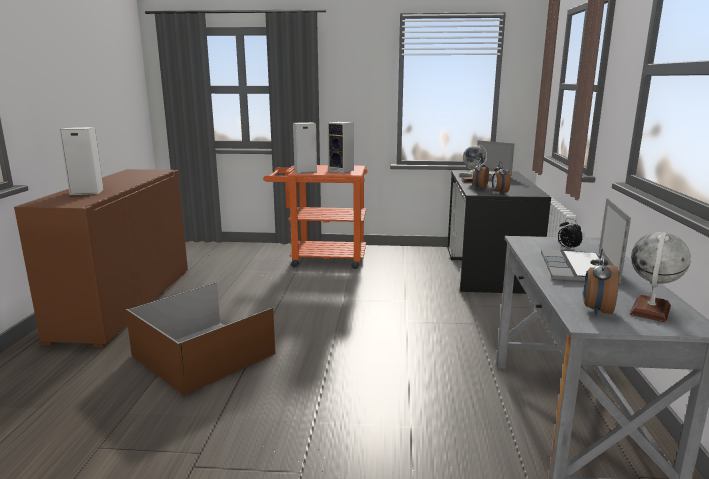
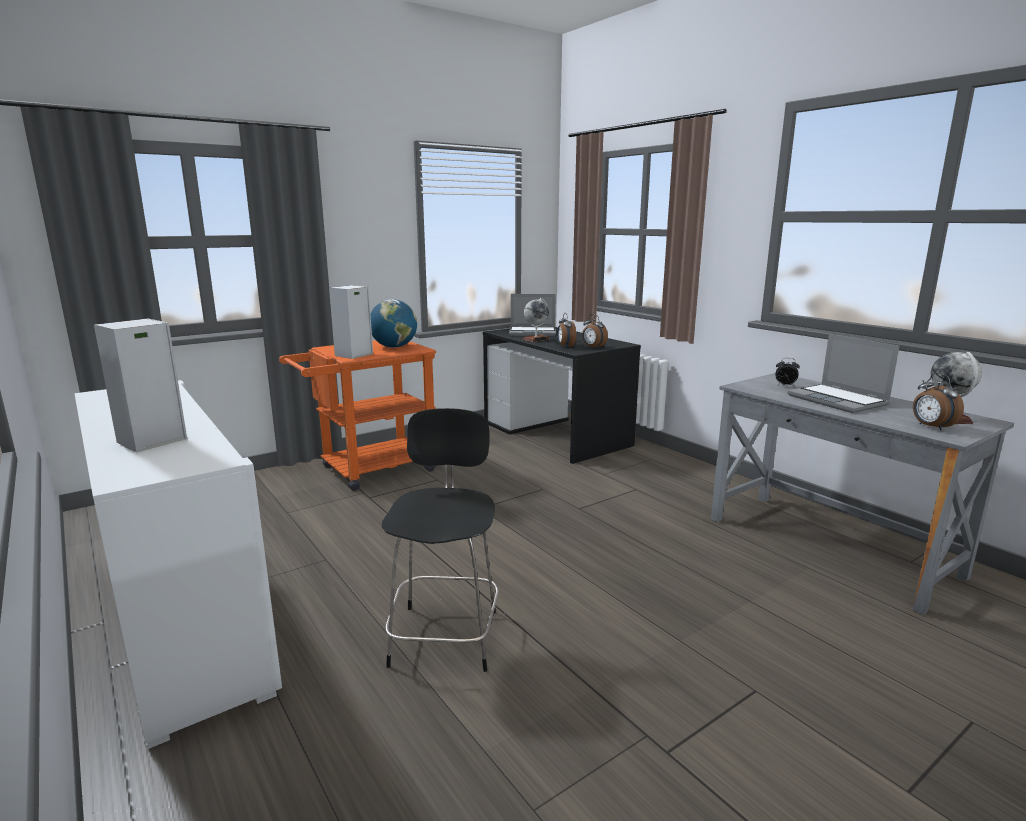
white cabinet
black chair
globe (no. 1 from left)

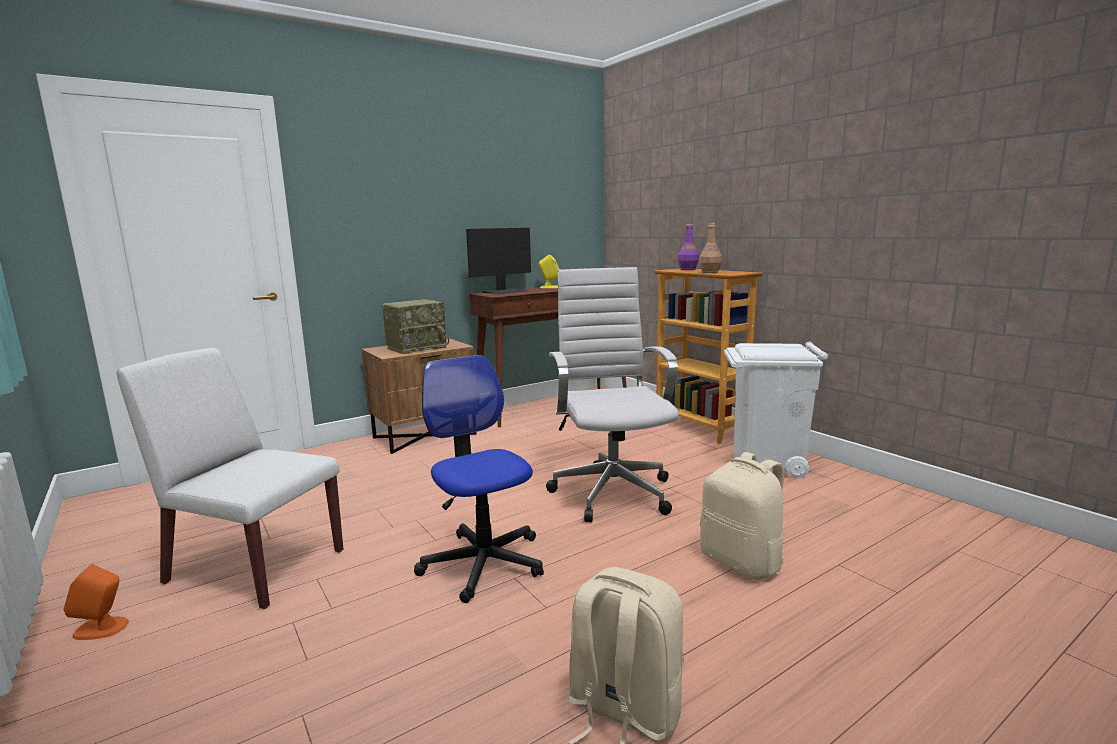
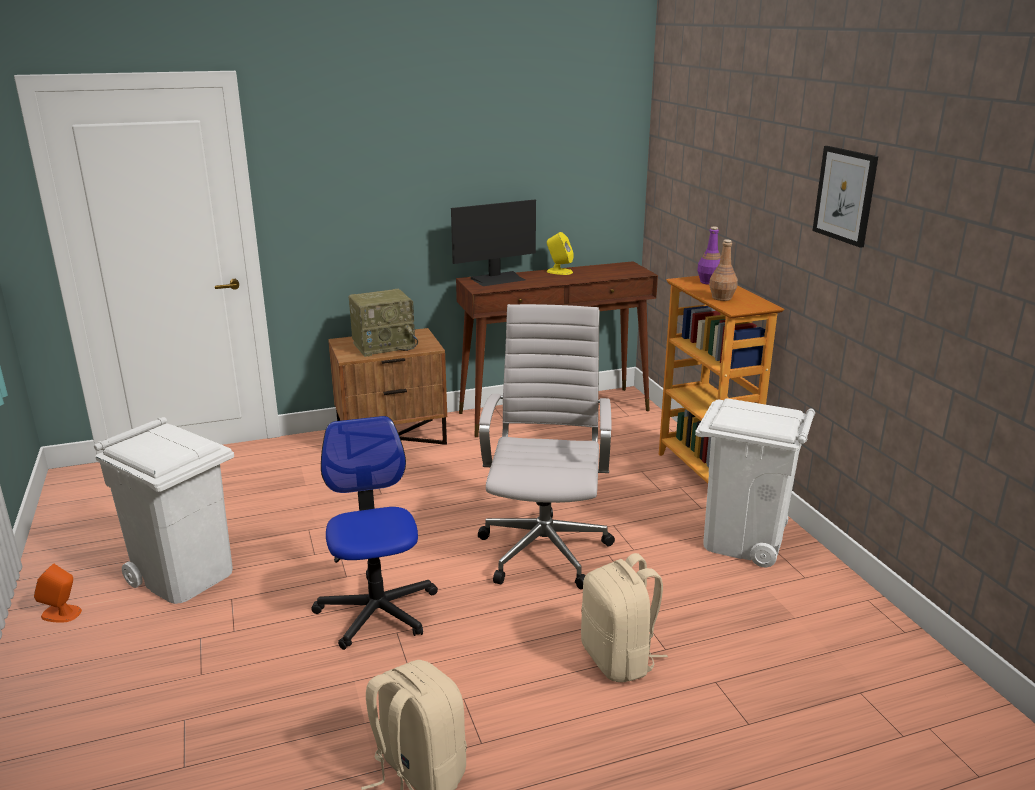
white trash can (no. 1 from left)
picture

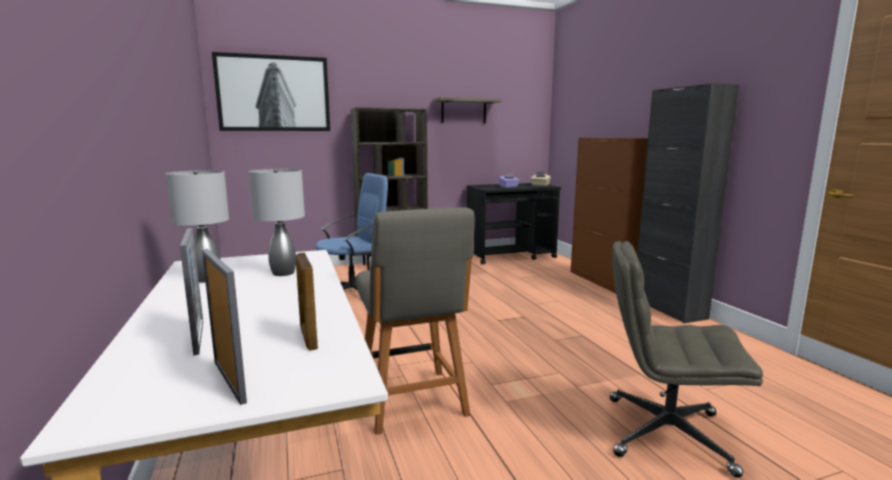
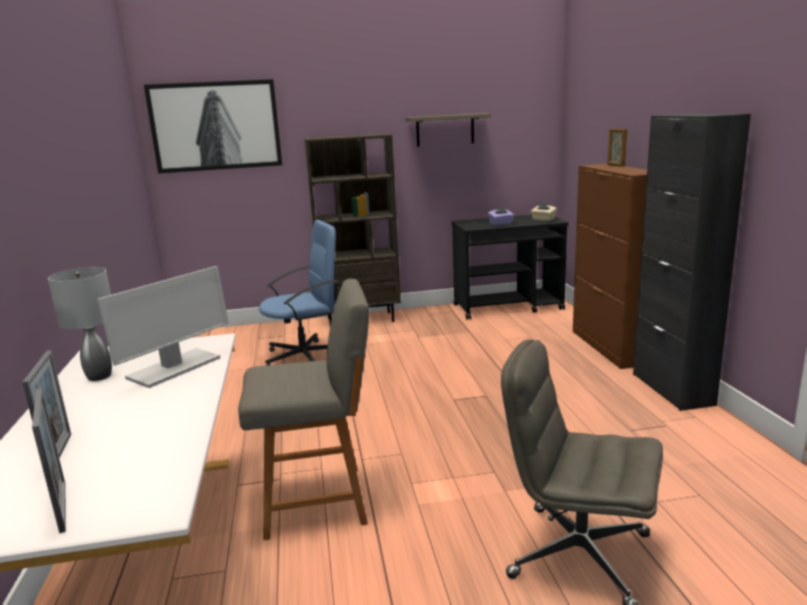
monitor
picture frame (no. 3 from left)
grey chair

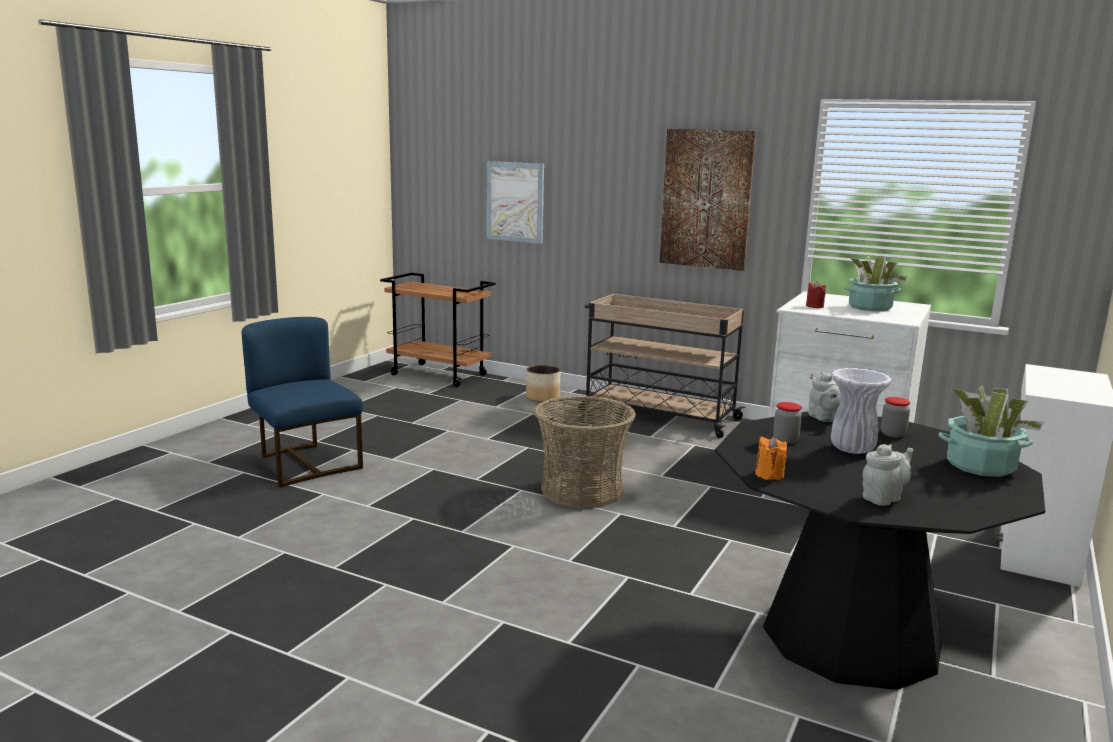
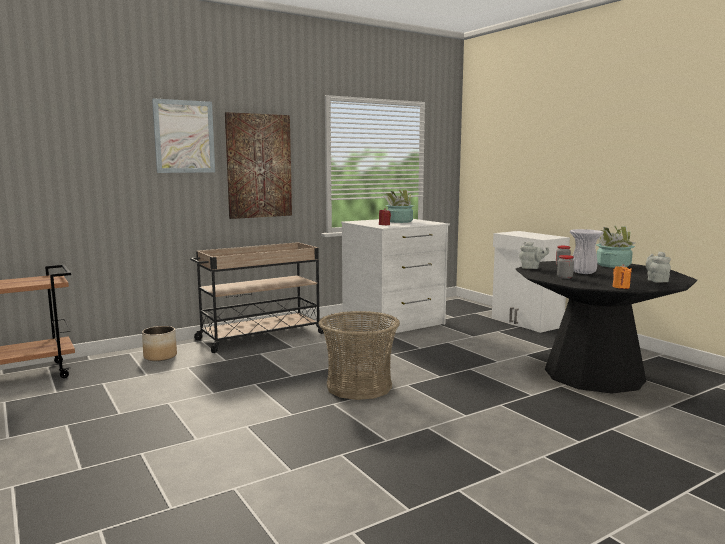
blue chair
picture (no. 1 from left)

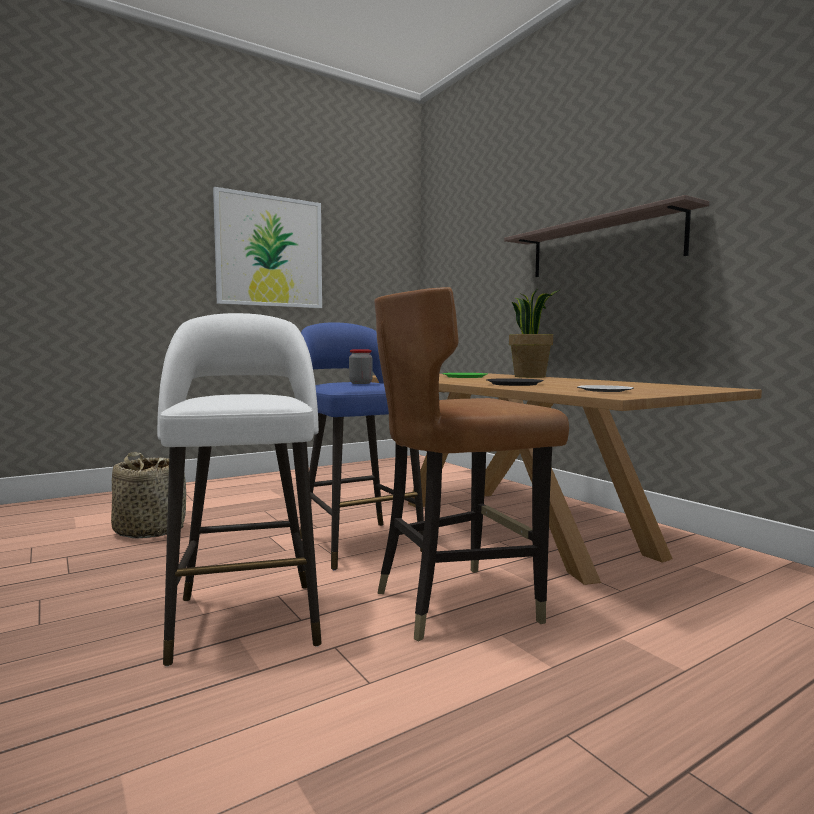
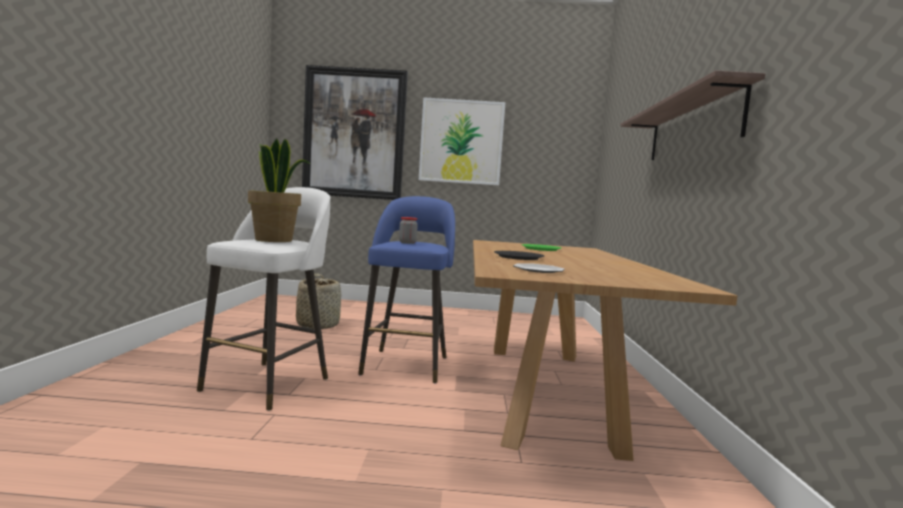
brown chair
potted plant
picture (no. 1 from left)

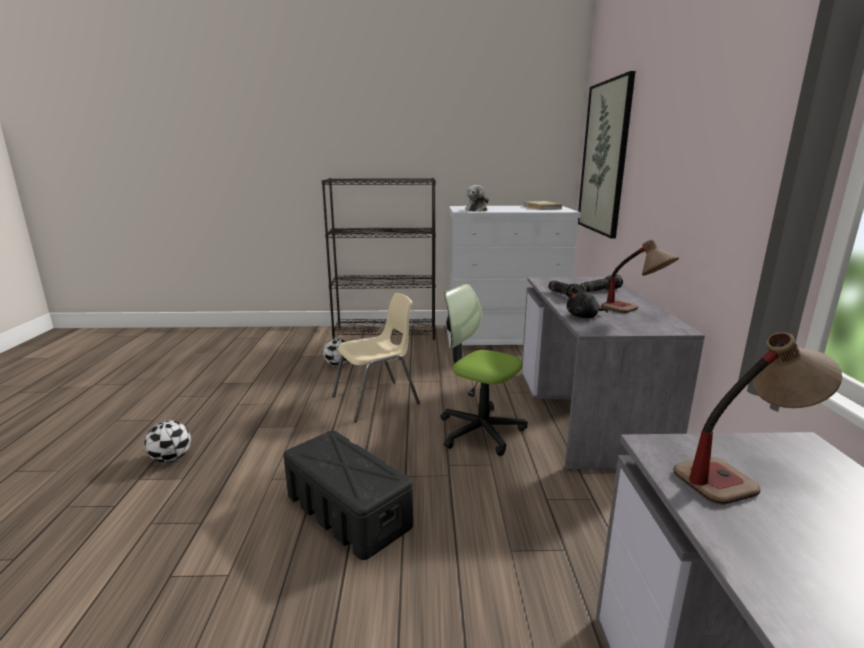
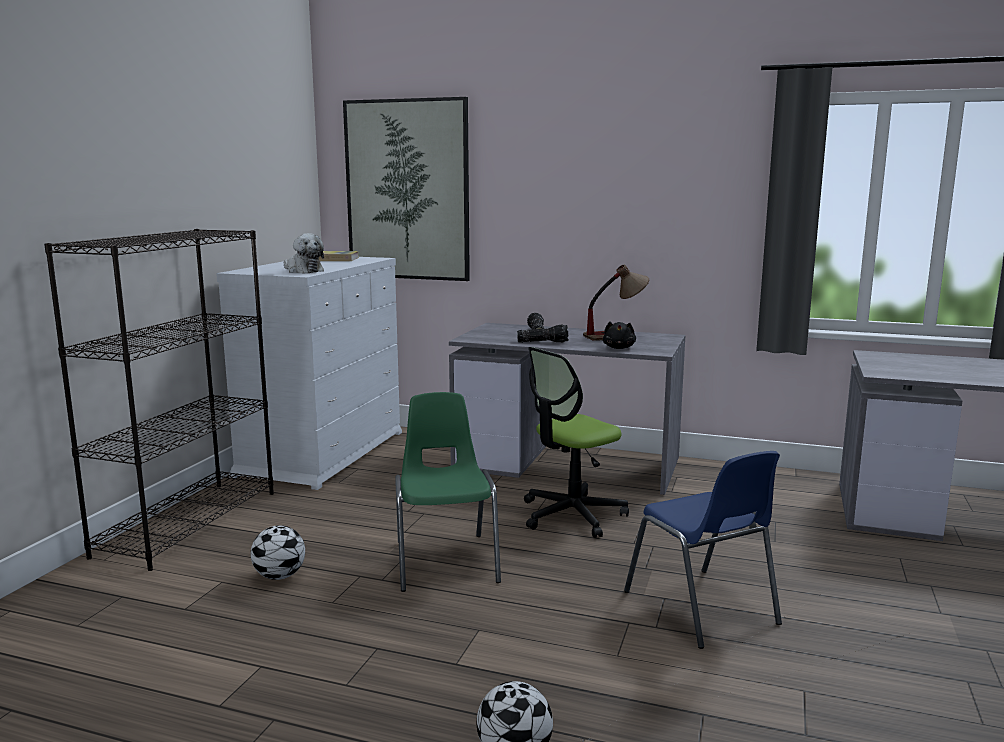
blue chair
green chair
table lamp (no. 2 from left in the first image)

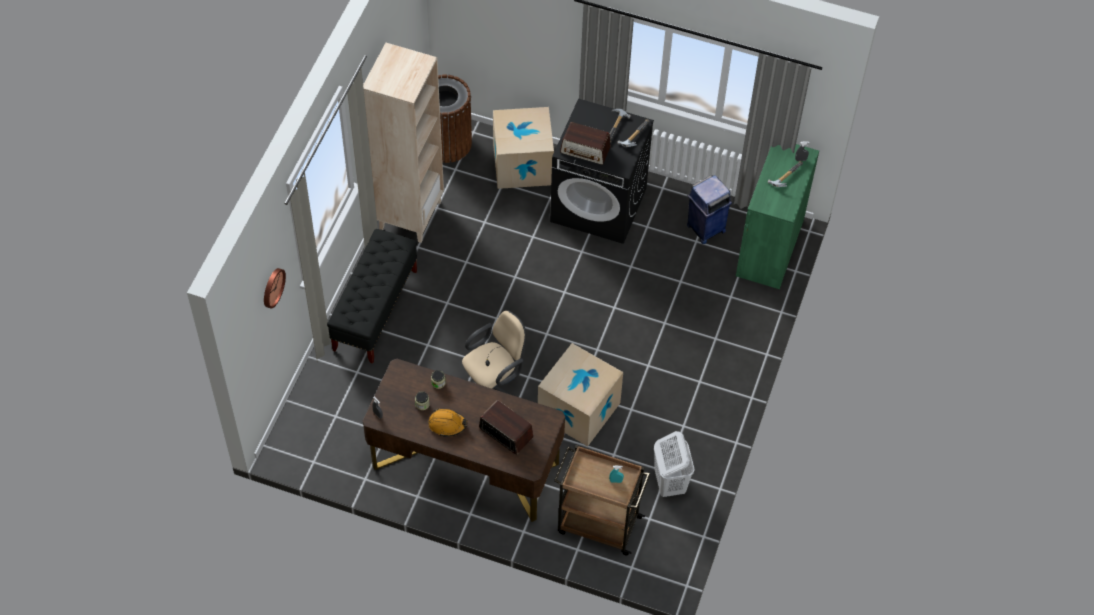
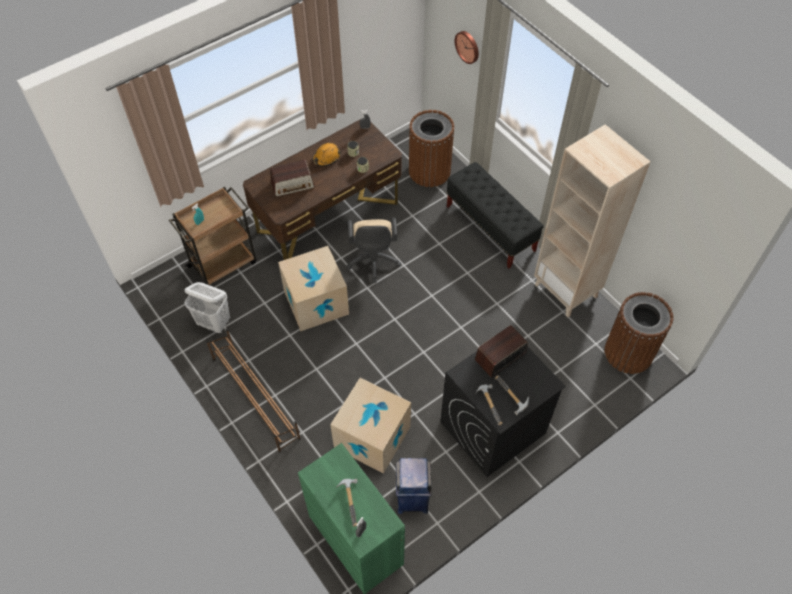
cardboard box (no. 2 from left)
brown shoe rack
brown trash can (no. 1 from left)

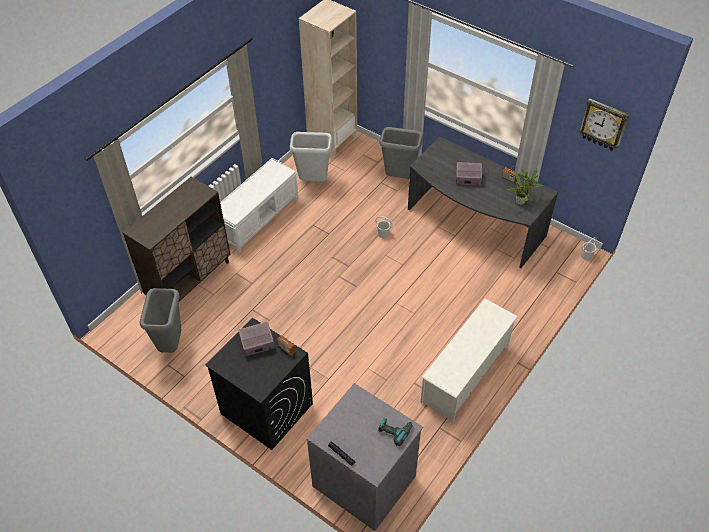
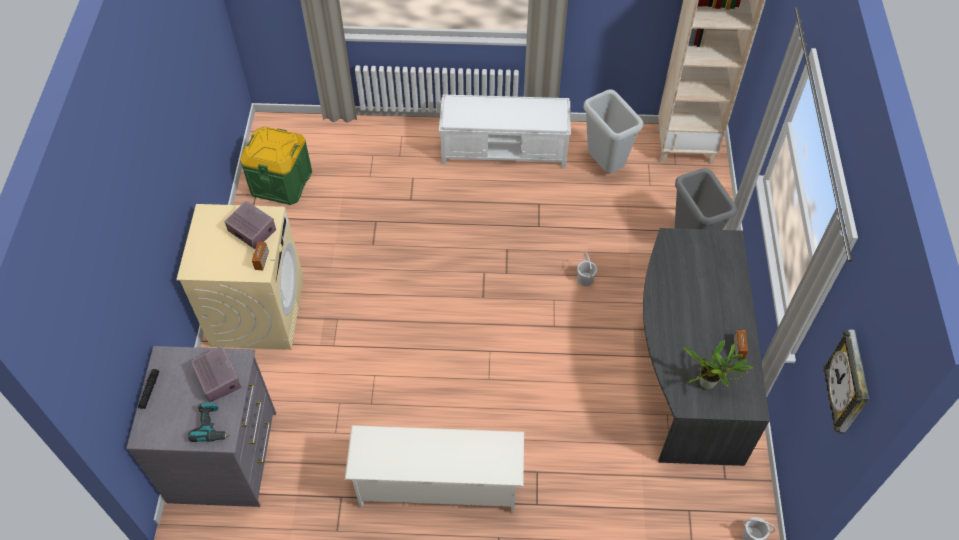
brown cabinet
green storage box
beige washing machine
radio (no. 1 from left)

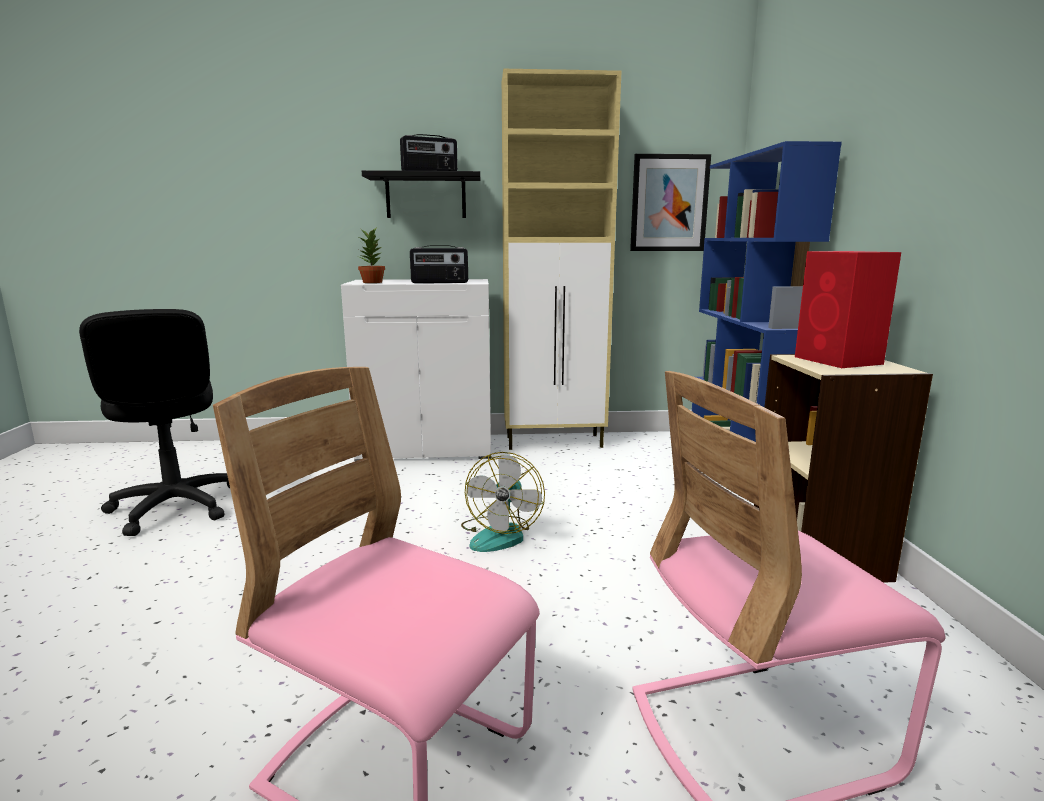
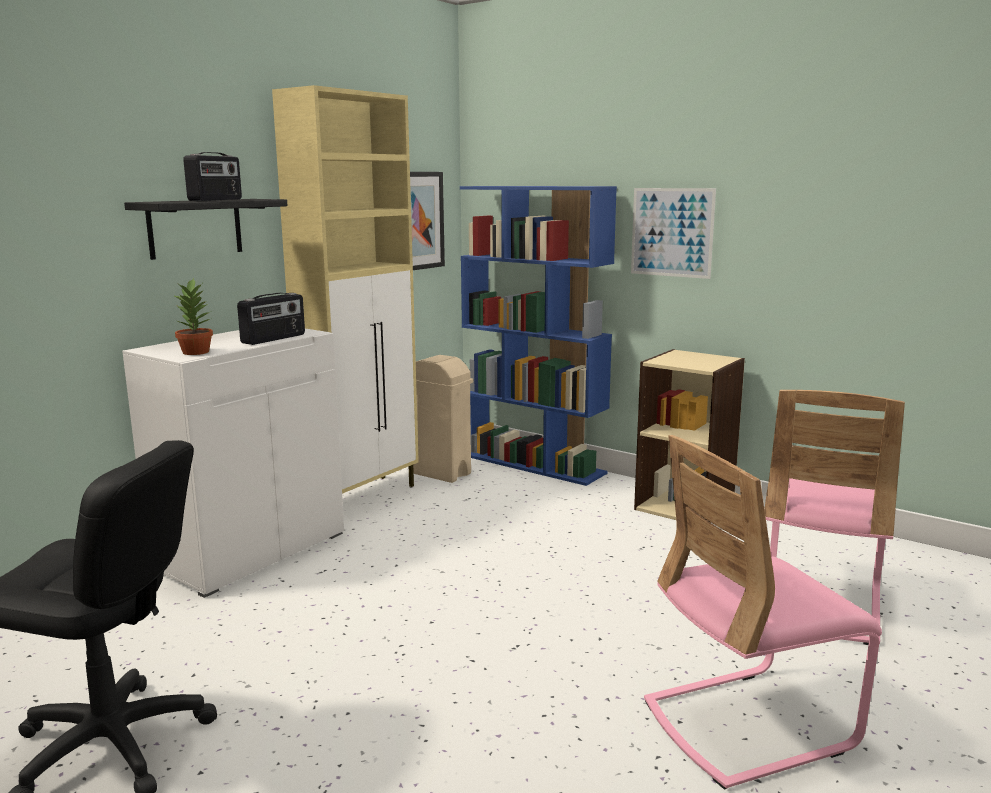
fan
red speaker
beige trash can
picture (no. 2 from left)

